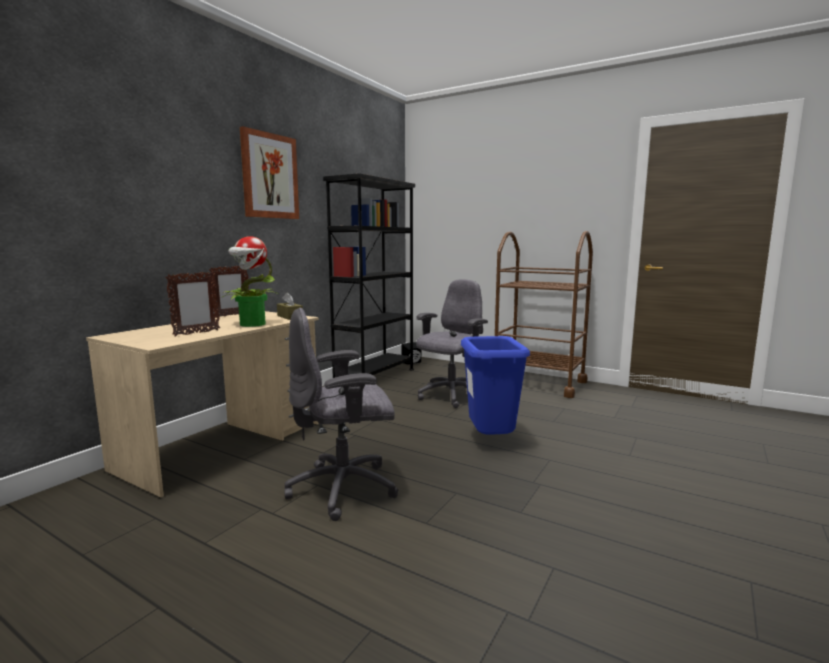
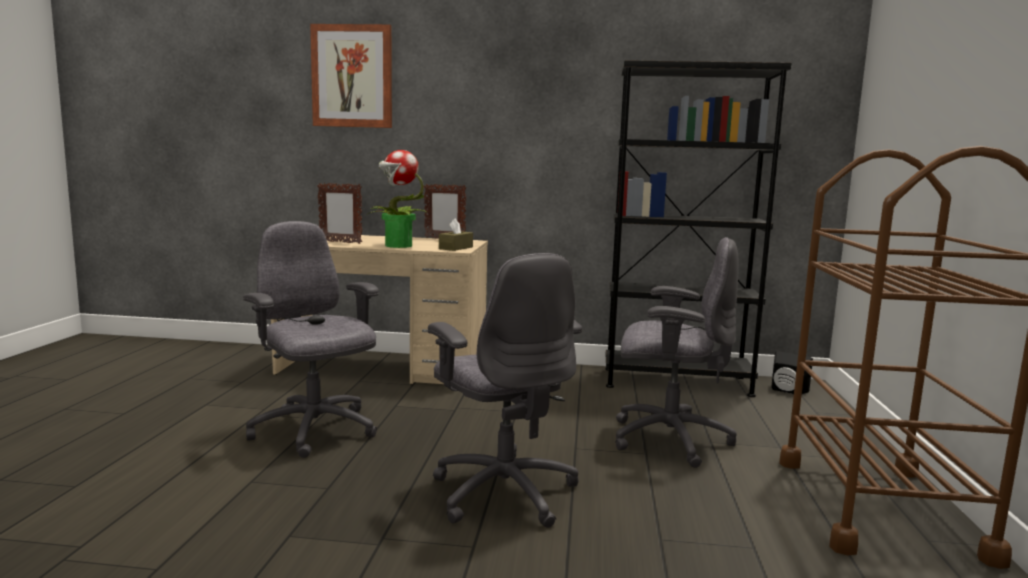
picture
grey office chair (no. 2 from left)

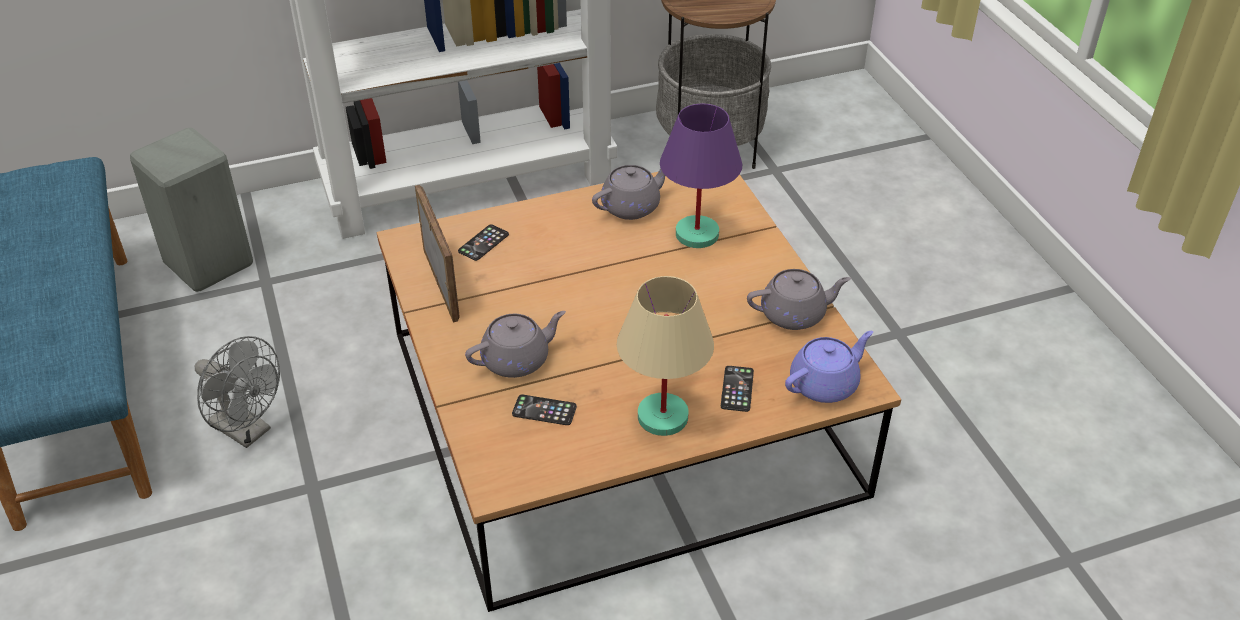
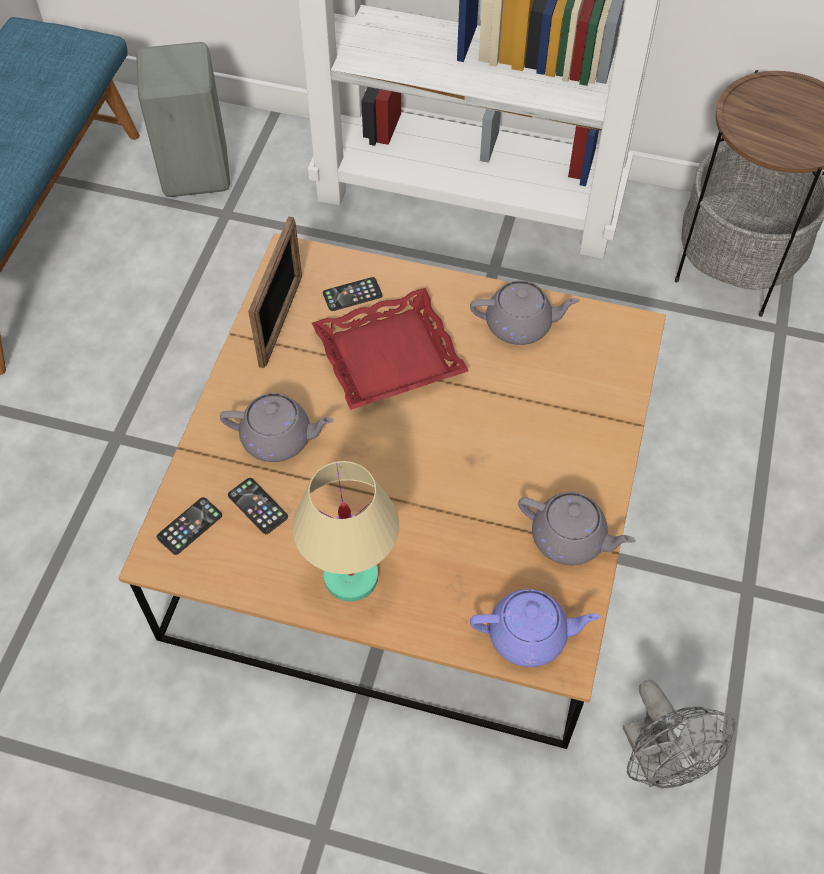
grey fan
purple table lamp
phone (no. 1 from left)
red tray

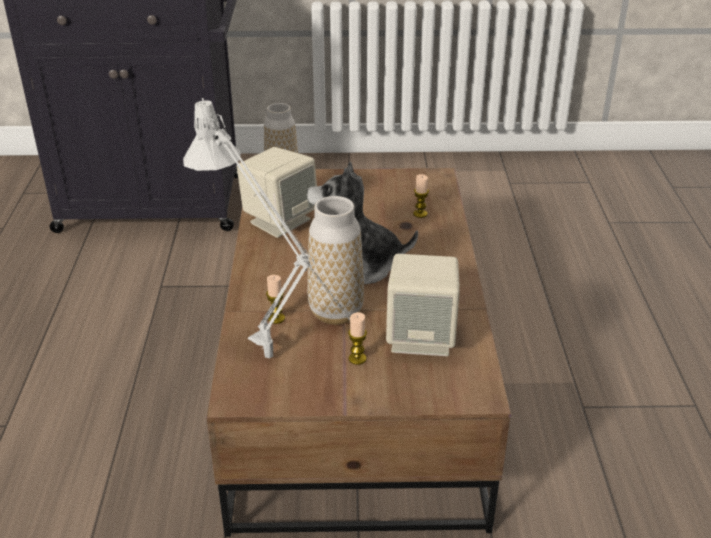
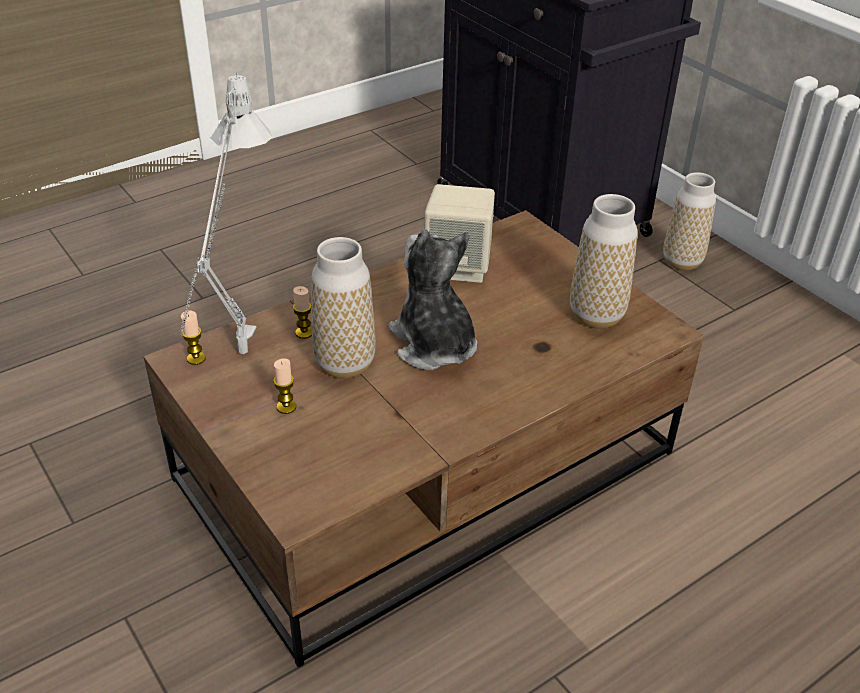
beige speaker (no. 2 from left in the first image)
candle (no. 1 from left)
vase (no. 2 from left)

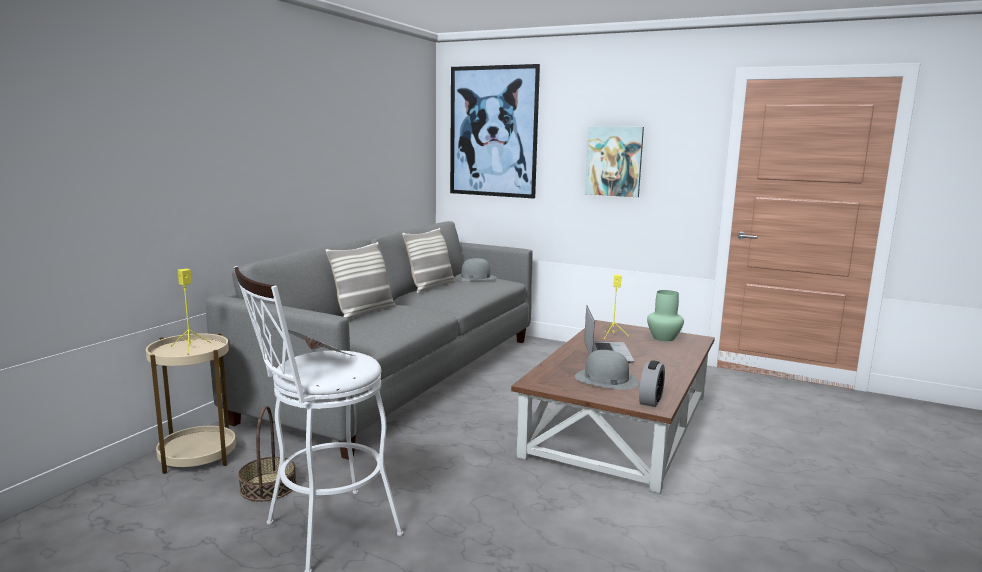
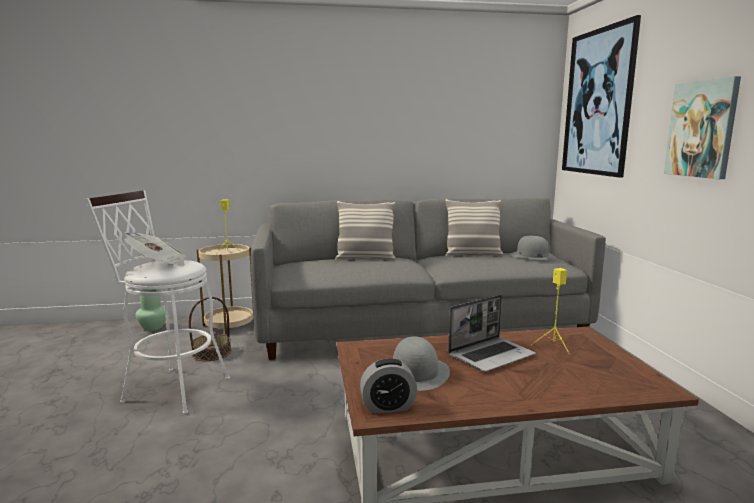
green vase

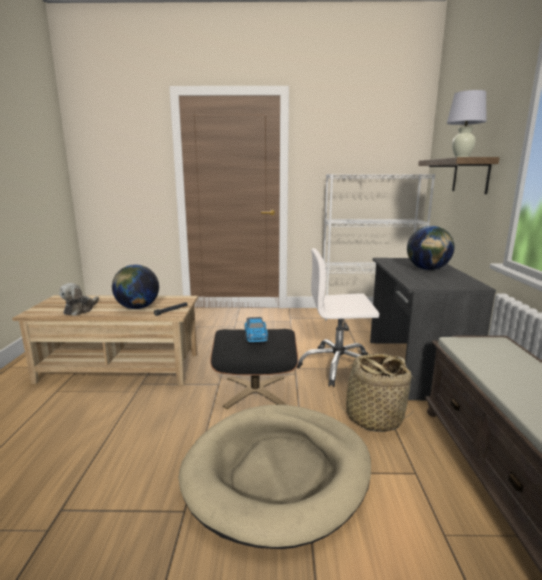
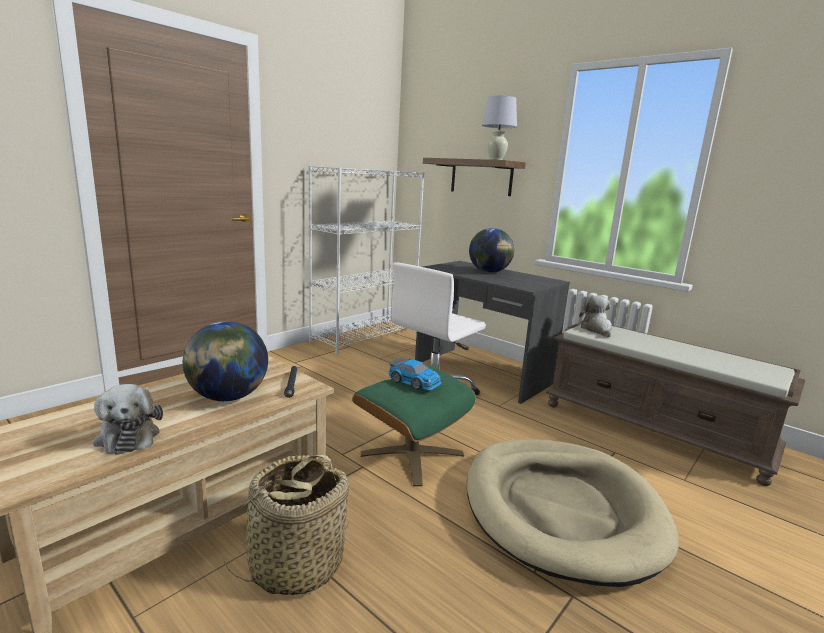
green ottoman
basket
plush toy (no. 2 from left)

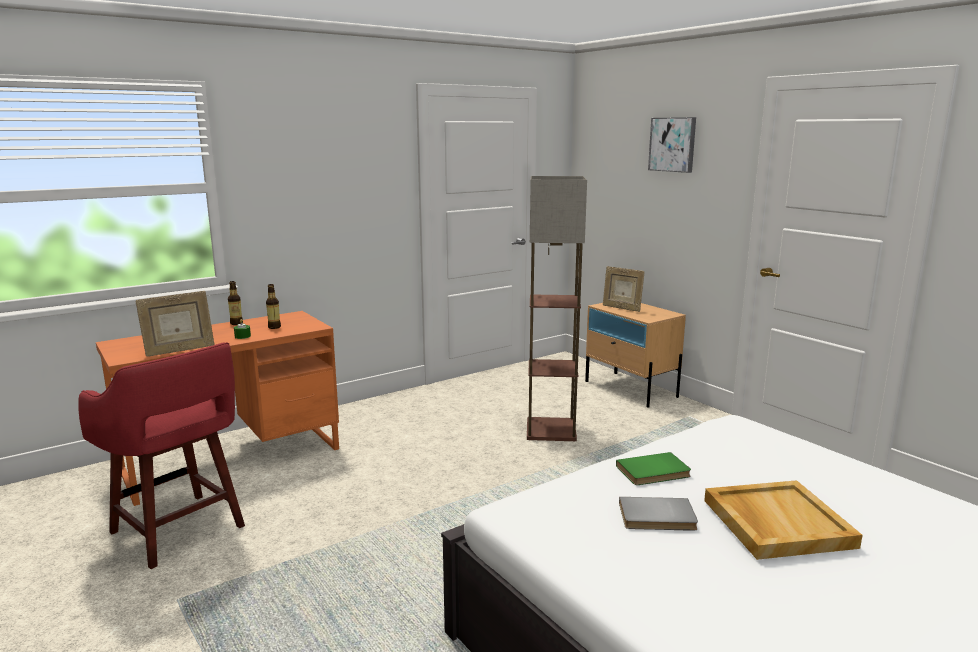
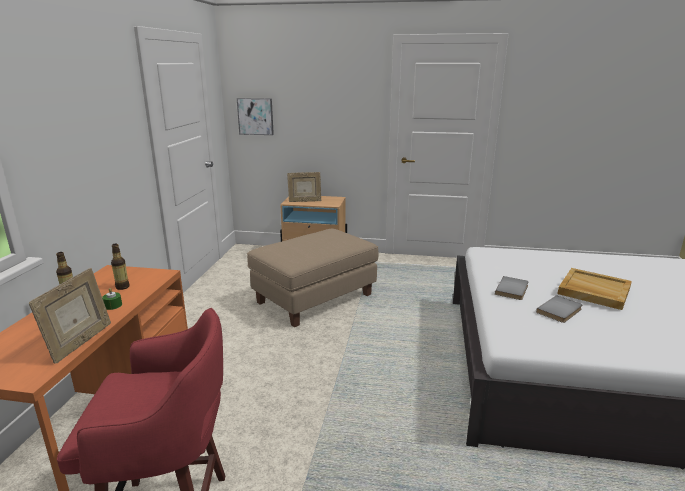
beige ottoman
grey book (no. 1 from left)
picture

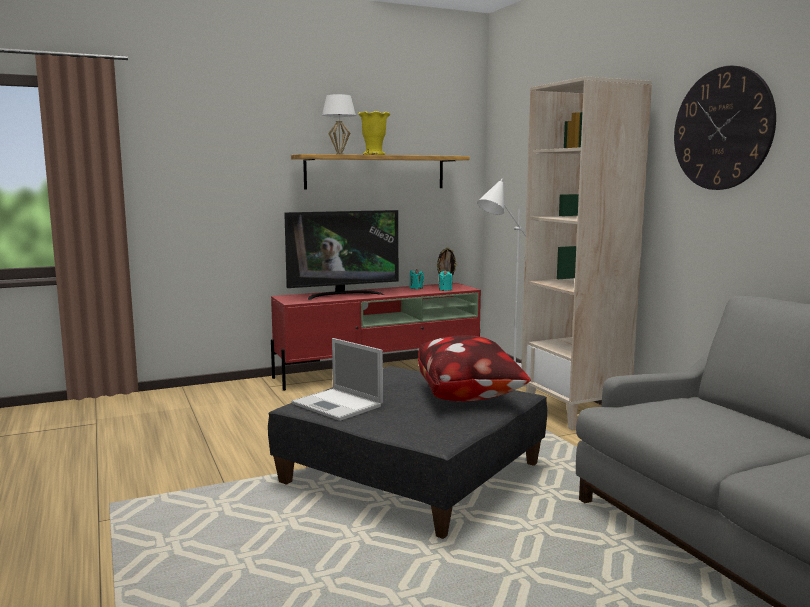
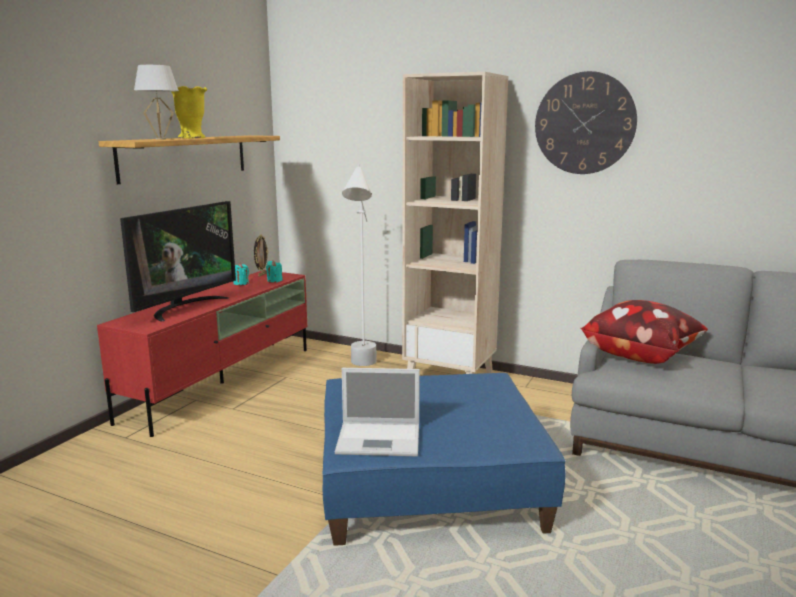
blue ottoman
pillow

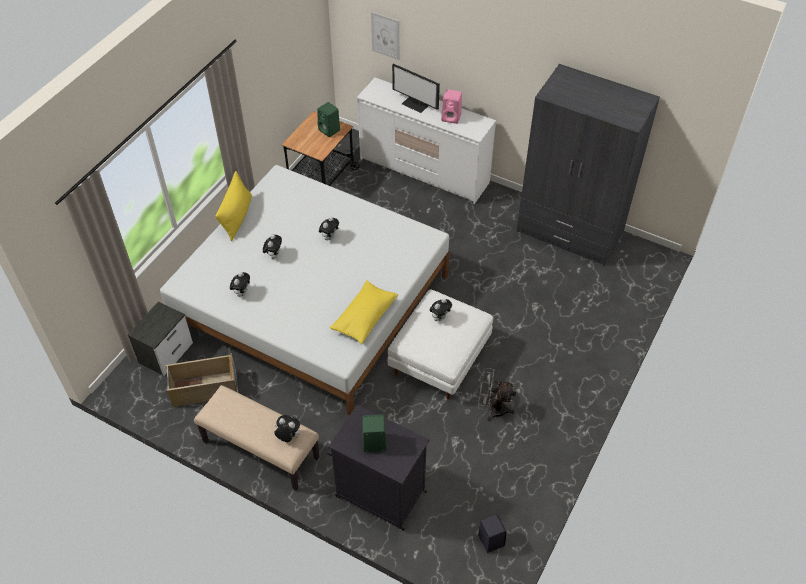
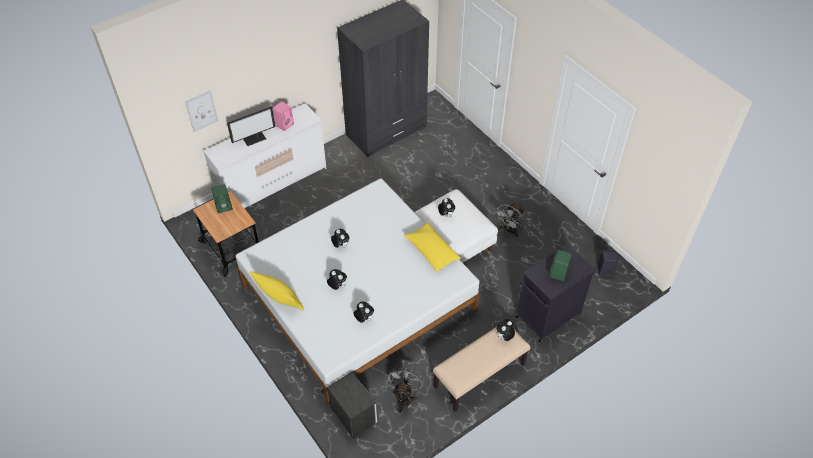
grey fan (no. 1 from left)

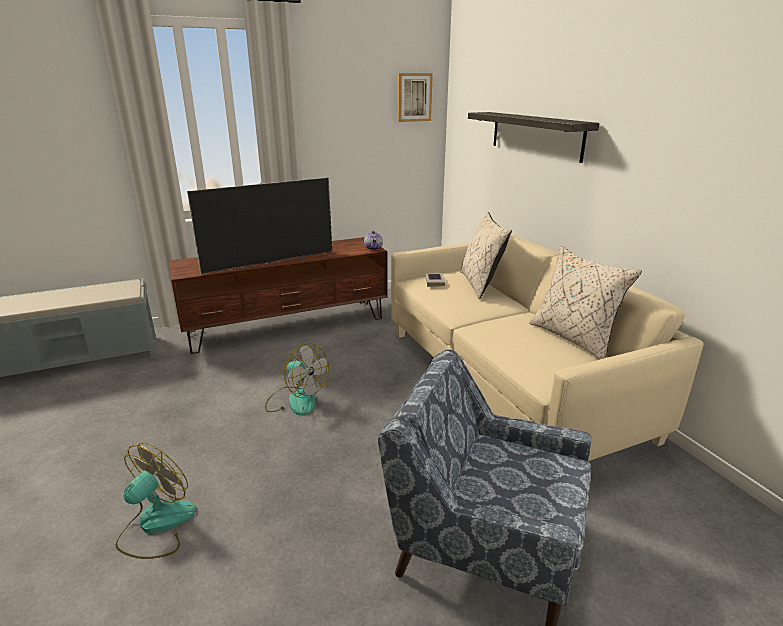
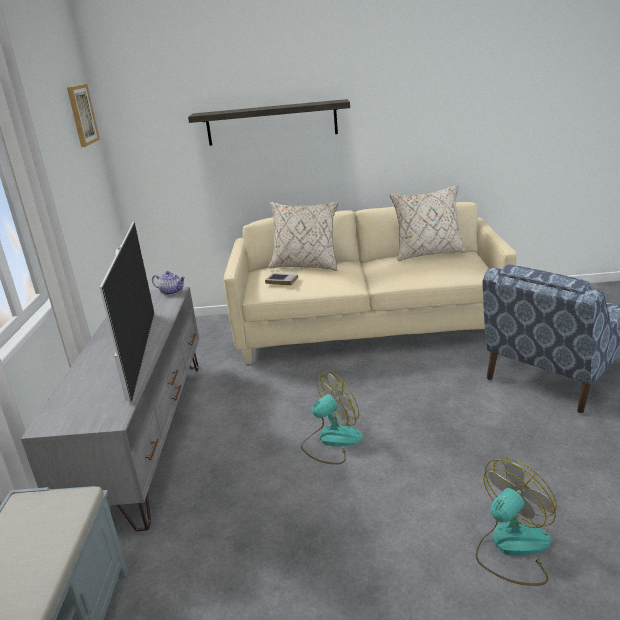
fan (no. 2 from left)
grey tv stand

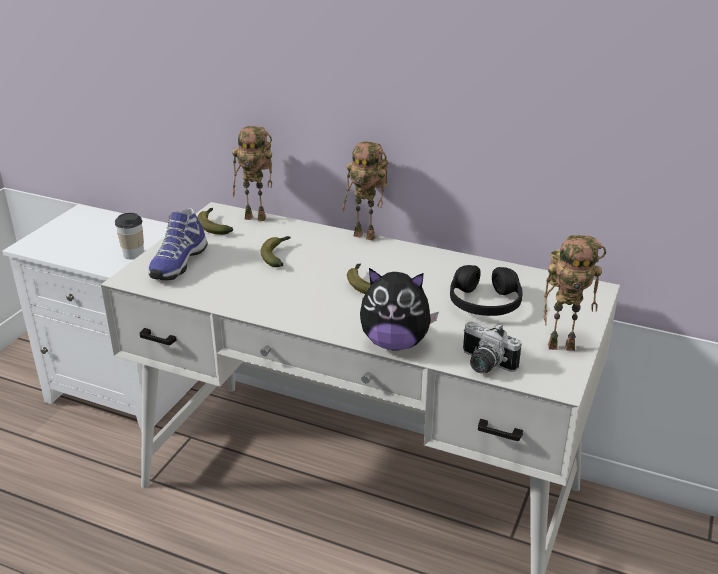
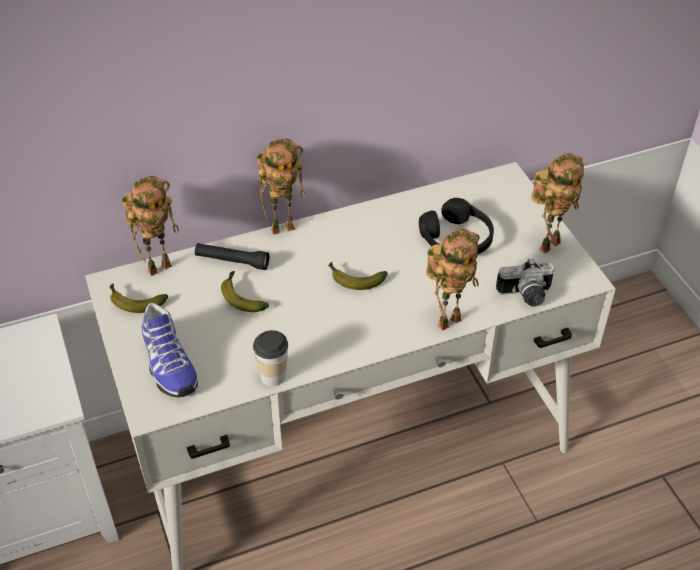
cup
toy robot (no. 3 from left)
black flashlight

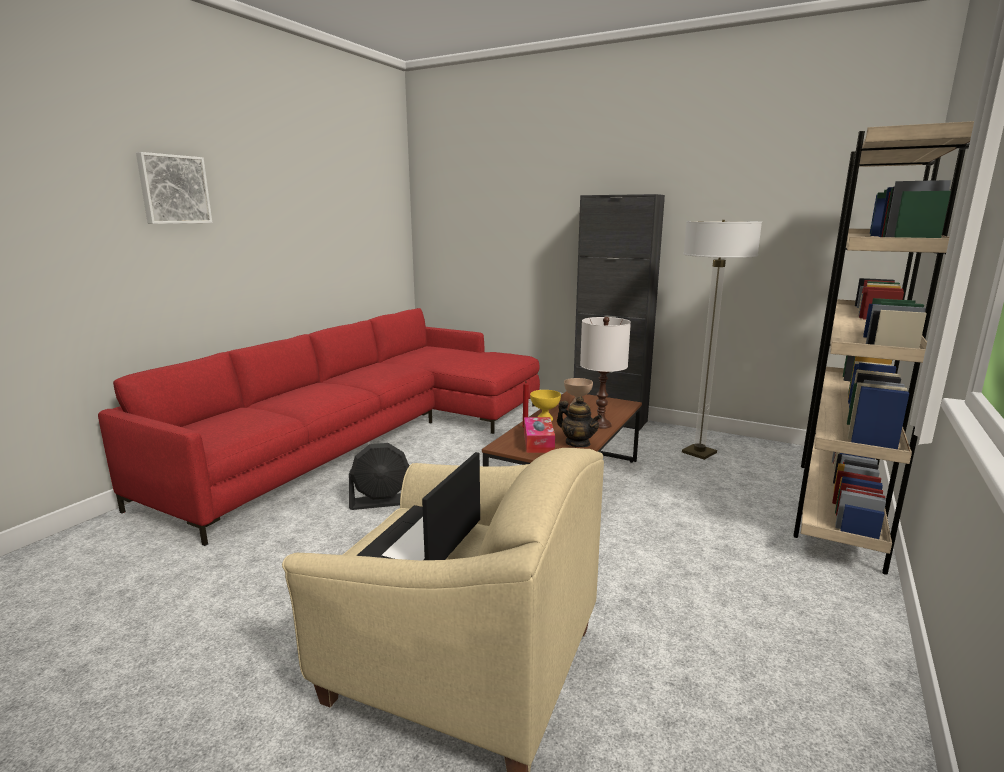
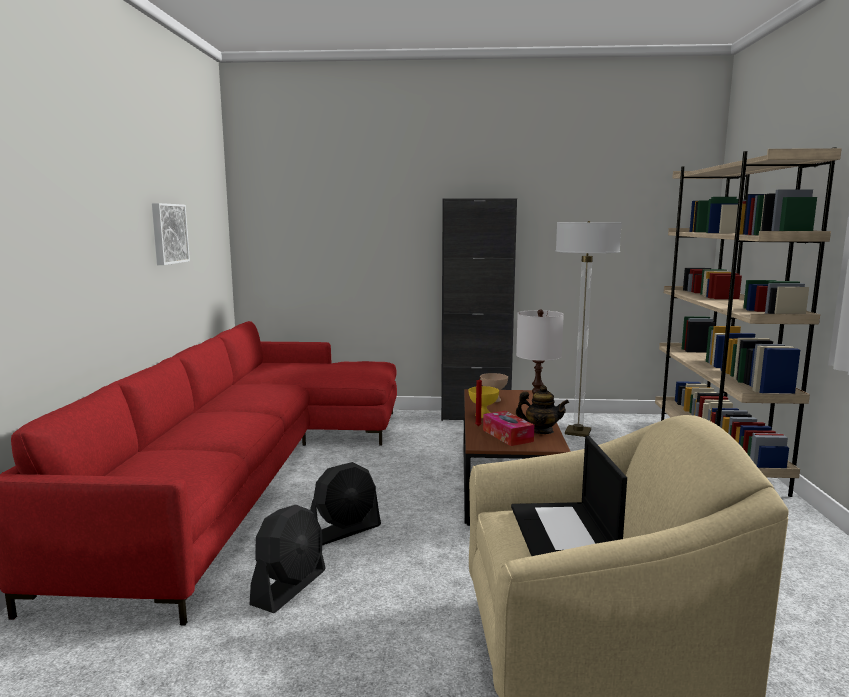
picture
black fan (no. 1 from left)

